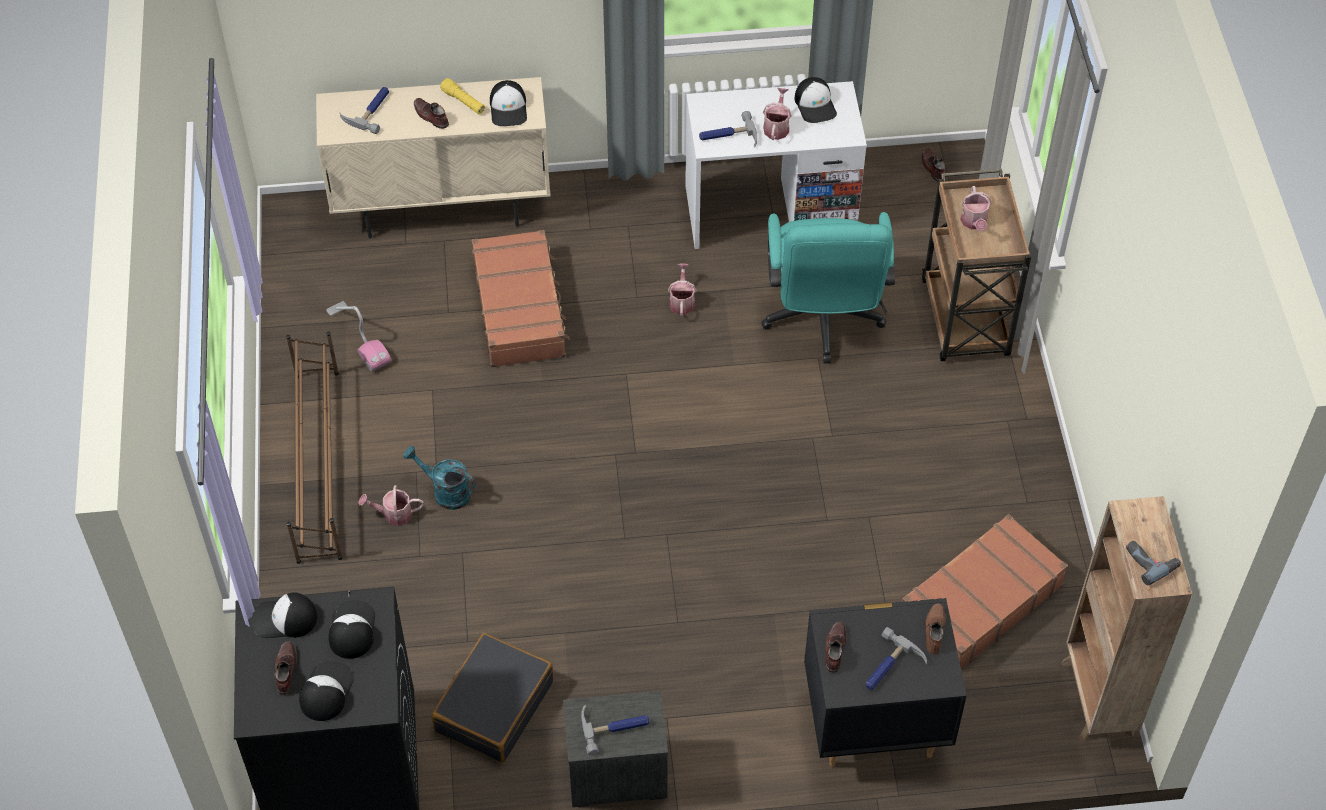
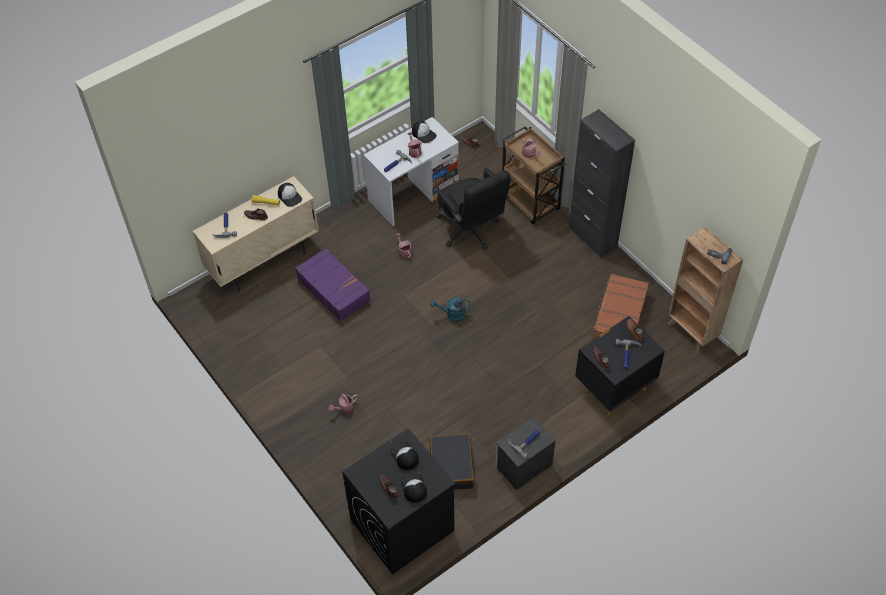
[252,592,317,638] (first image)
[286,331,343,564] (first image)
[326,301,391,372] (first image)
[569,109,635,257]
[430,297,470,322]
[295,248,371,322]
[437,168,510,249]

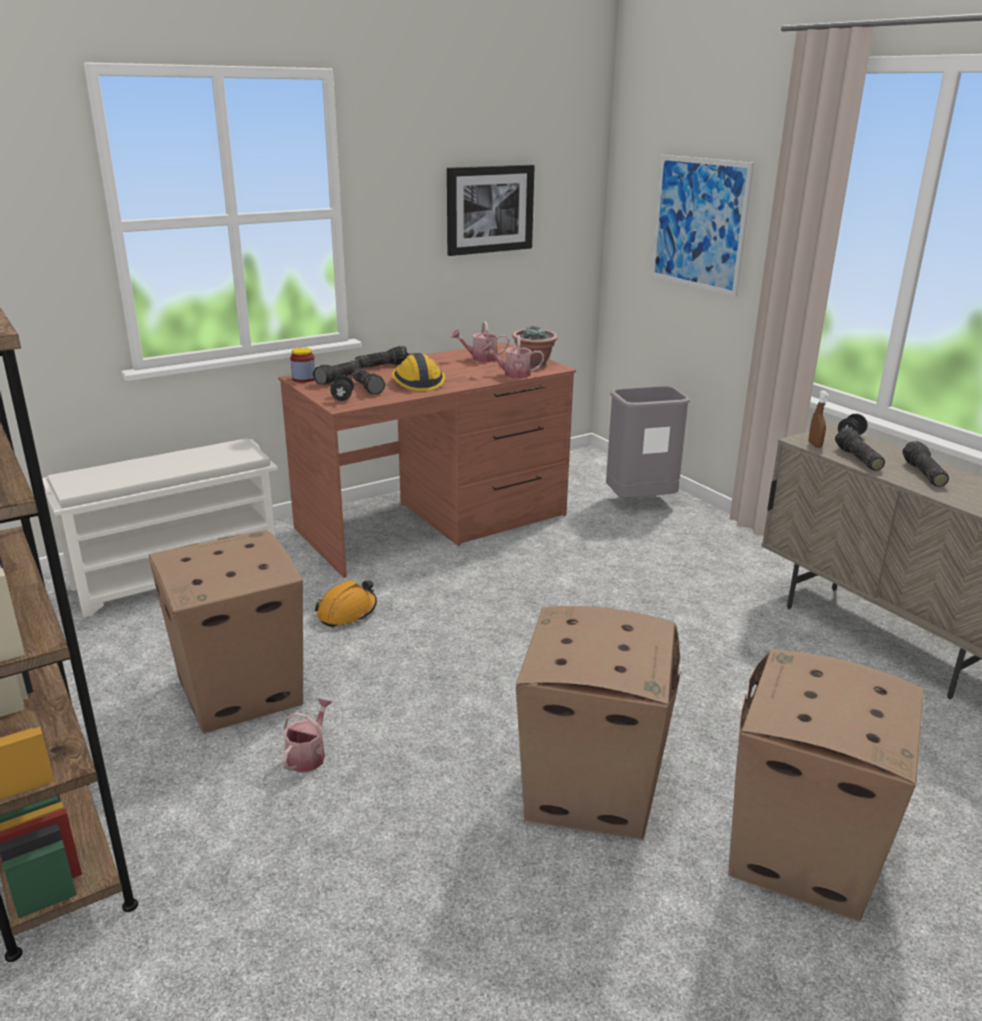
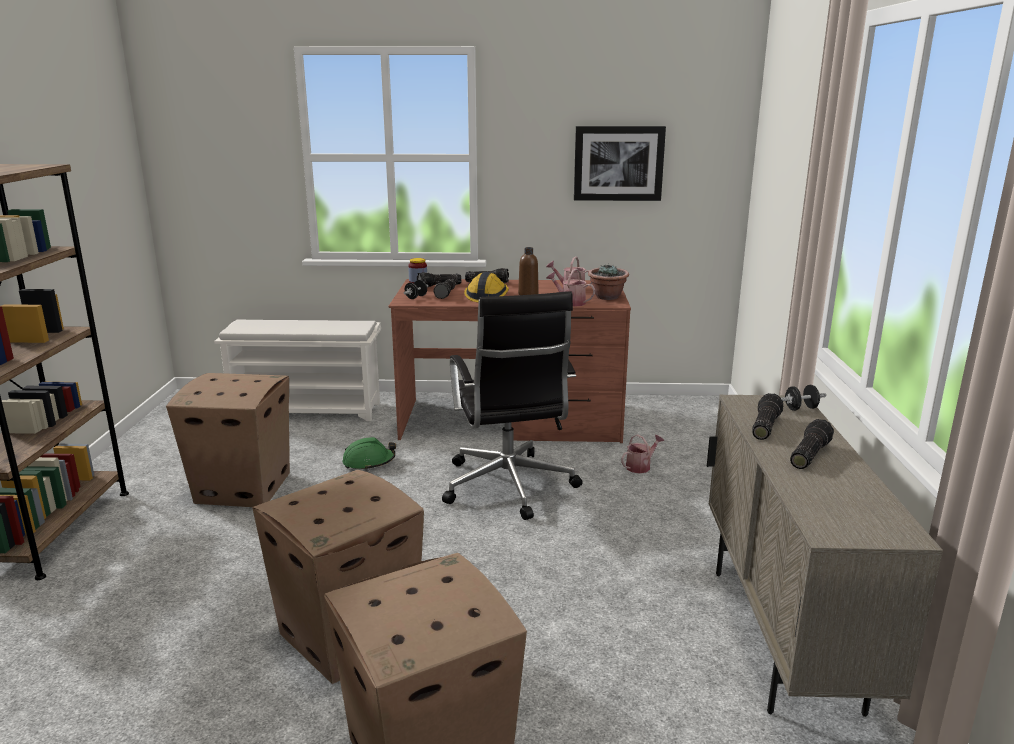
[606,386,690,498] (first image)
[651,155,754,297] (first image)
[808,390,829,448] (first image)
[442,291,583,520]
[518,247,539,295]
[621,434,664,473]
[342,437,396,470]

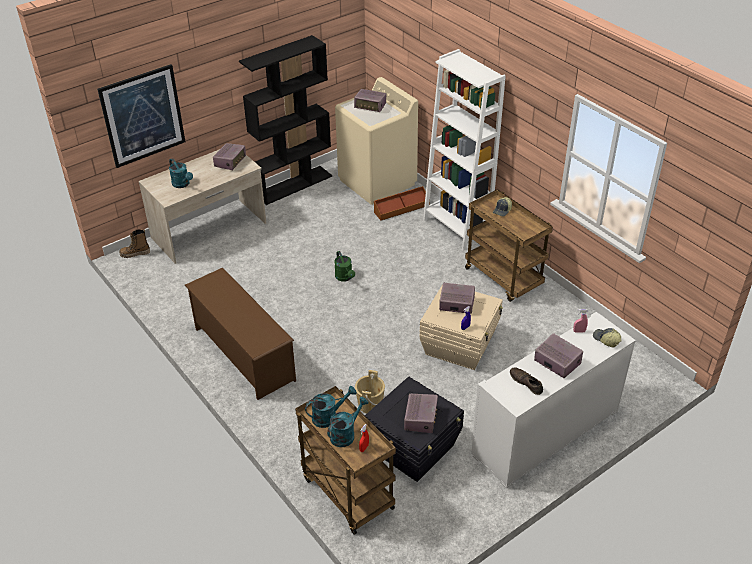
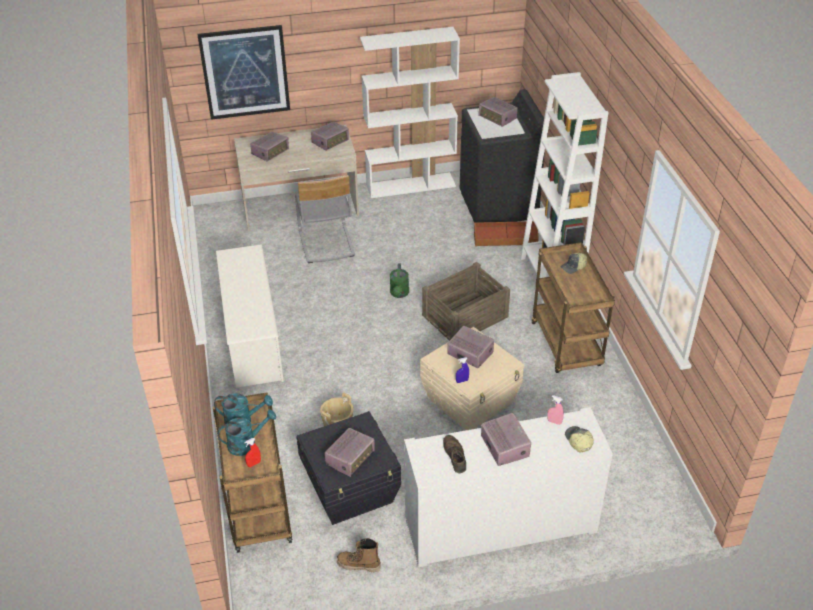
[295,175,355,263]
[422,262,510,341]
[337,538,381,573]
[250,132,289,162]
[216,245,284,388]
[360,27,460,198]
[460,89,545,223]

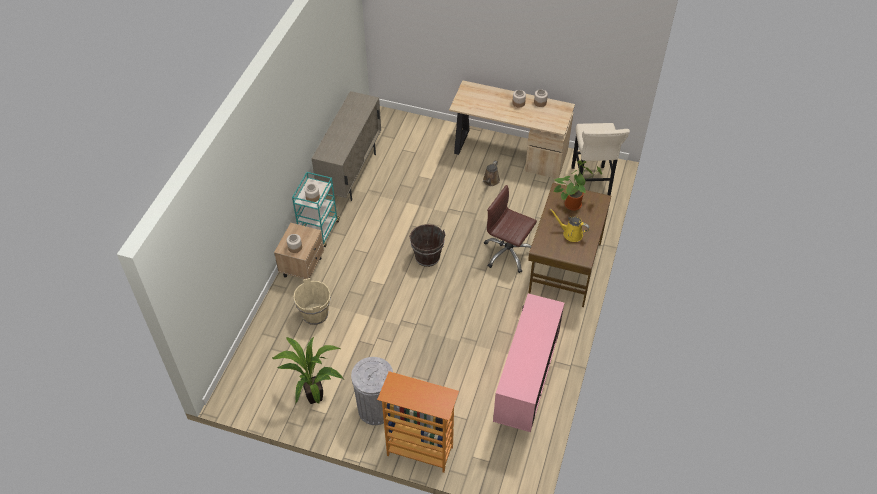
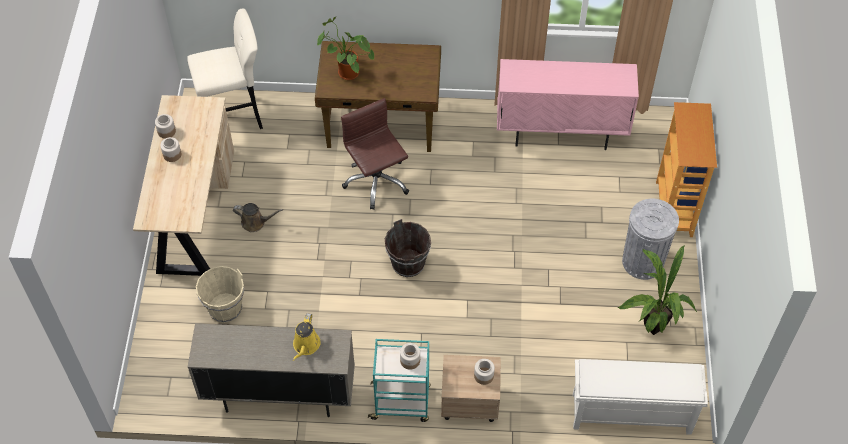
[573,359,708,435]
[196,266,244,322]
[292,313,321,361]
[341,98,409,210]

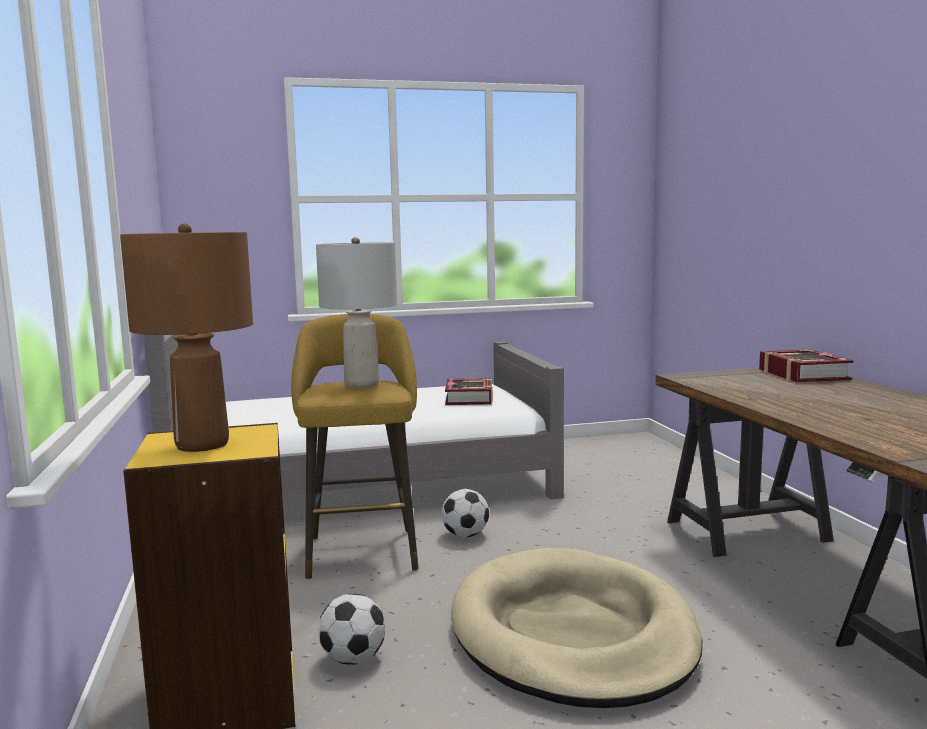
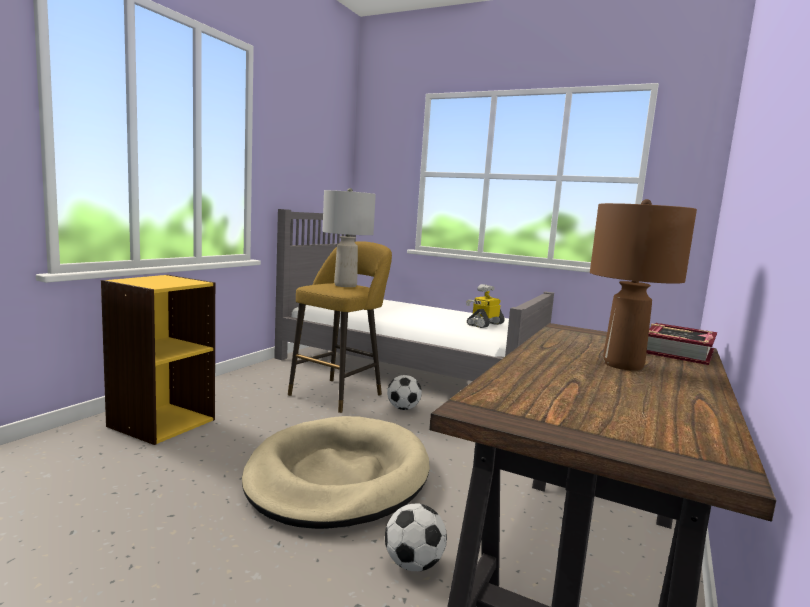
[590,199,697,371]
[385,504,447,571]
[466,284,505,328]

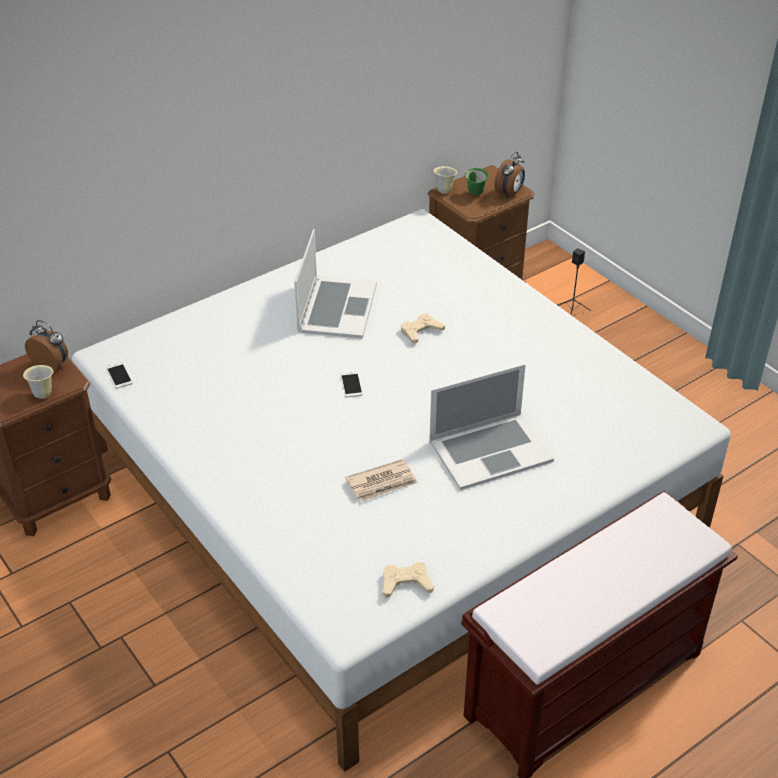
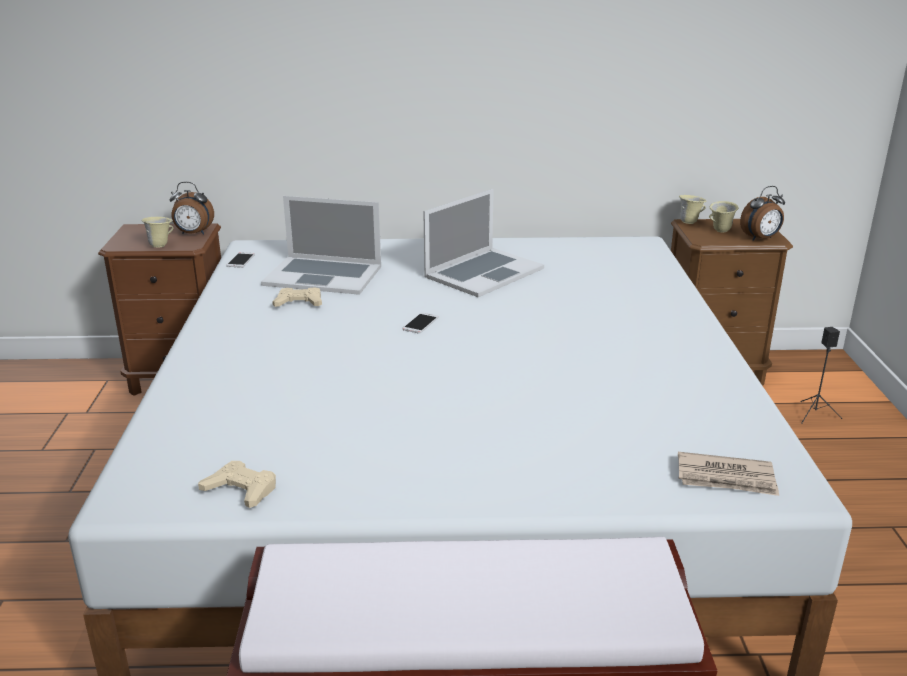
[678,452,779,496]
[272,287,322,307]
[261,196,381,295]
[709,201,739,233]
[170,182,214,235]

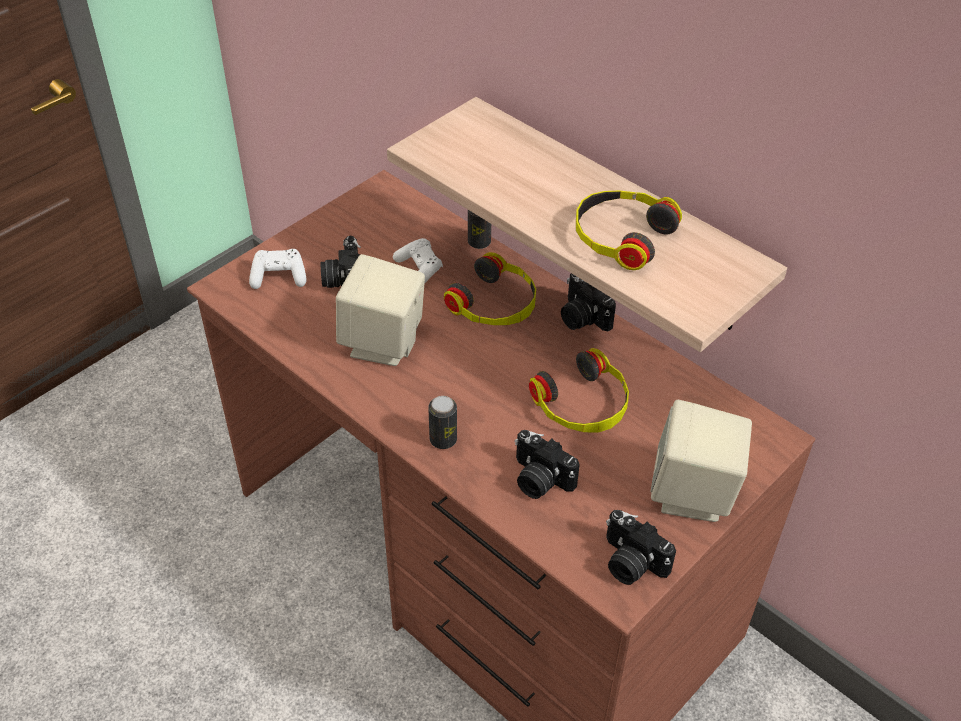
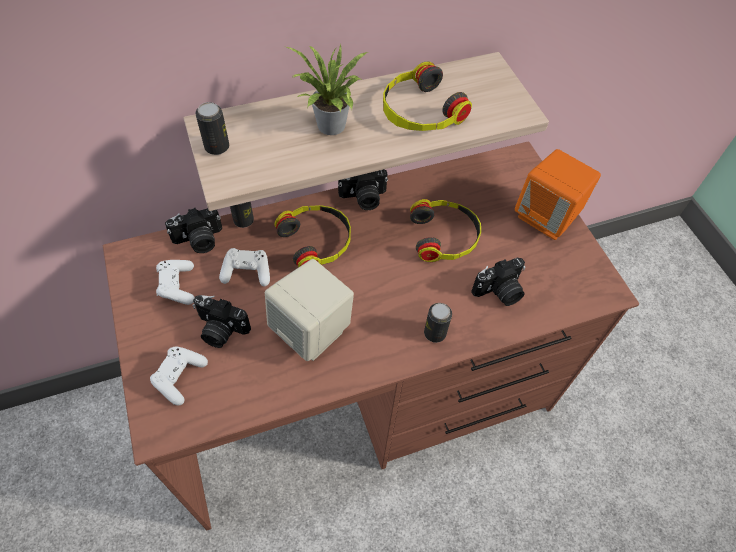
[156,260,195,305]
[195,102,229,155]
[287,44,367,135]
[165,208,222,253]
[515,149,601,240]

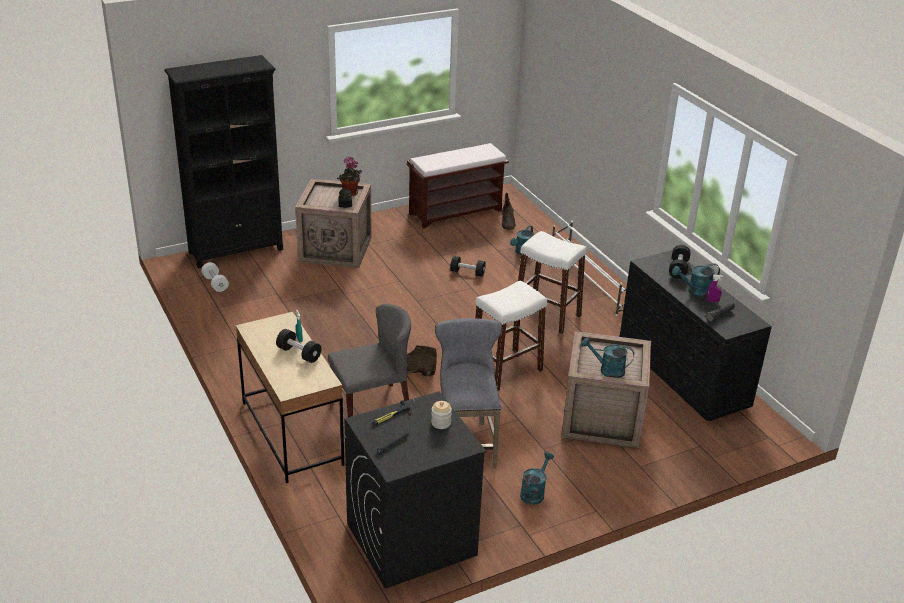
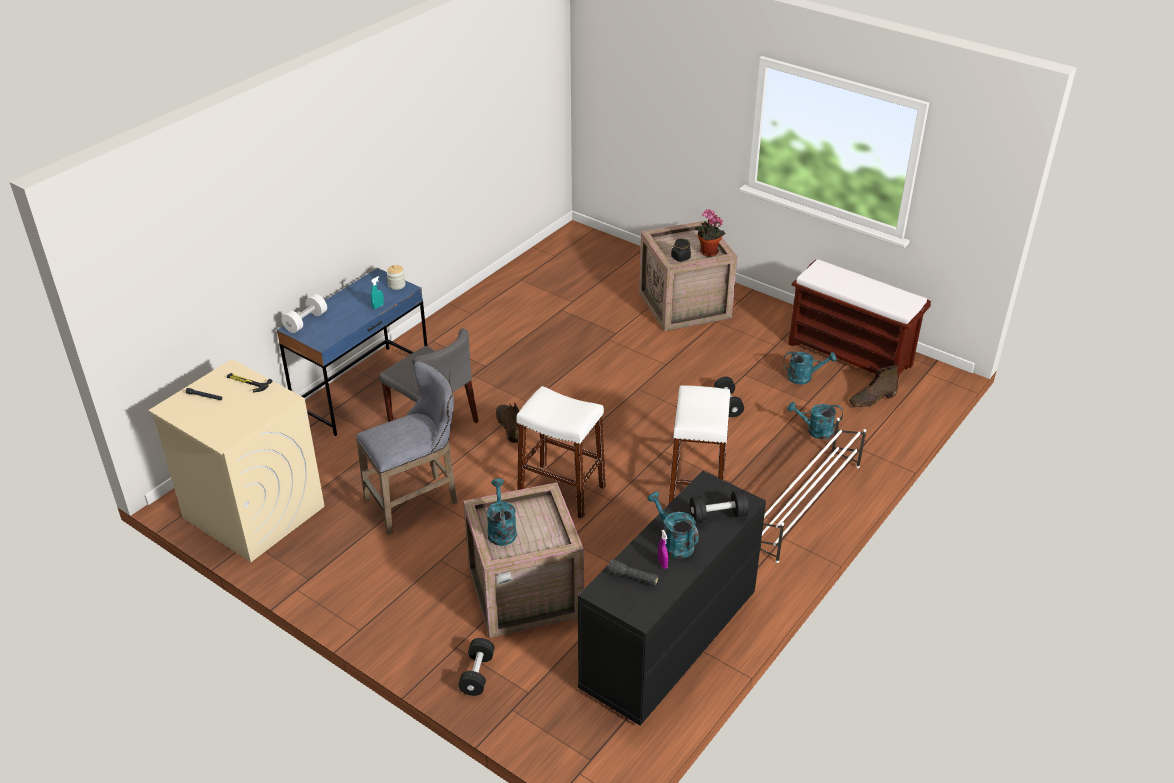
[164,55,283,268] (first image)
[281,294,327,333]
[458,638,495,696]
[387,265,406,290]
[783,351,837,384]
[277,268,427,436]
[148,359,324,562]

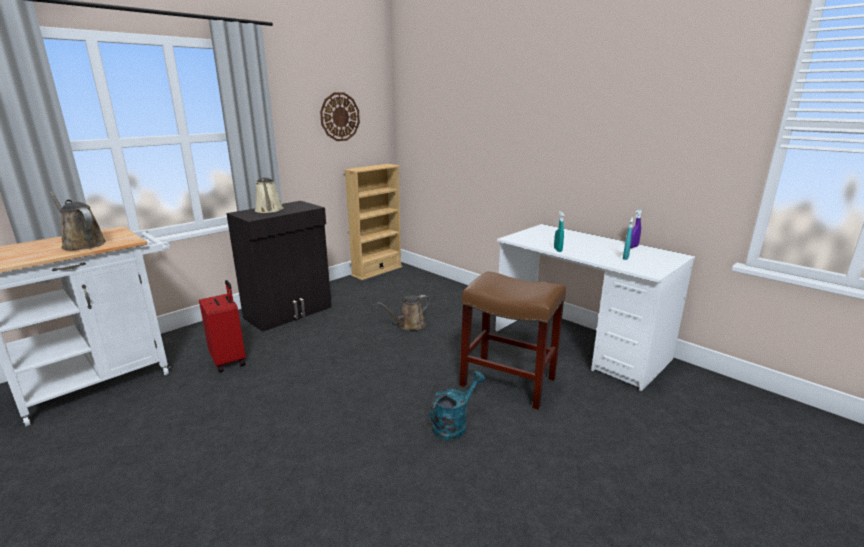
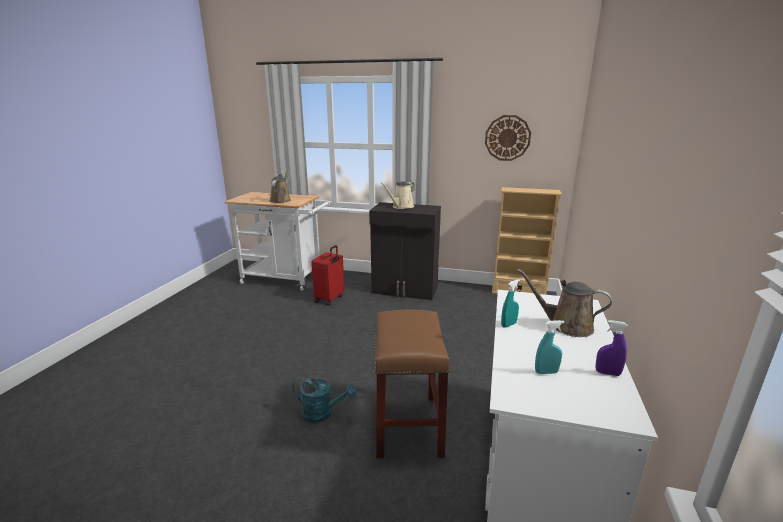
[517,269,612,337]

